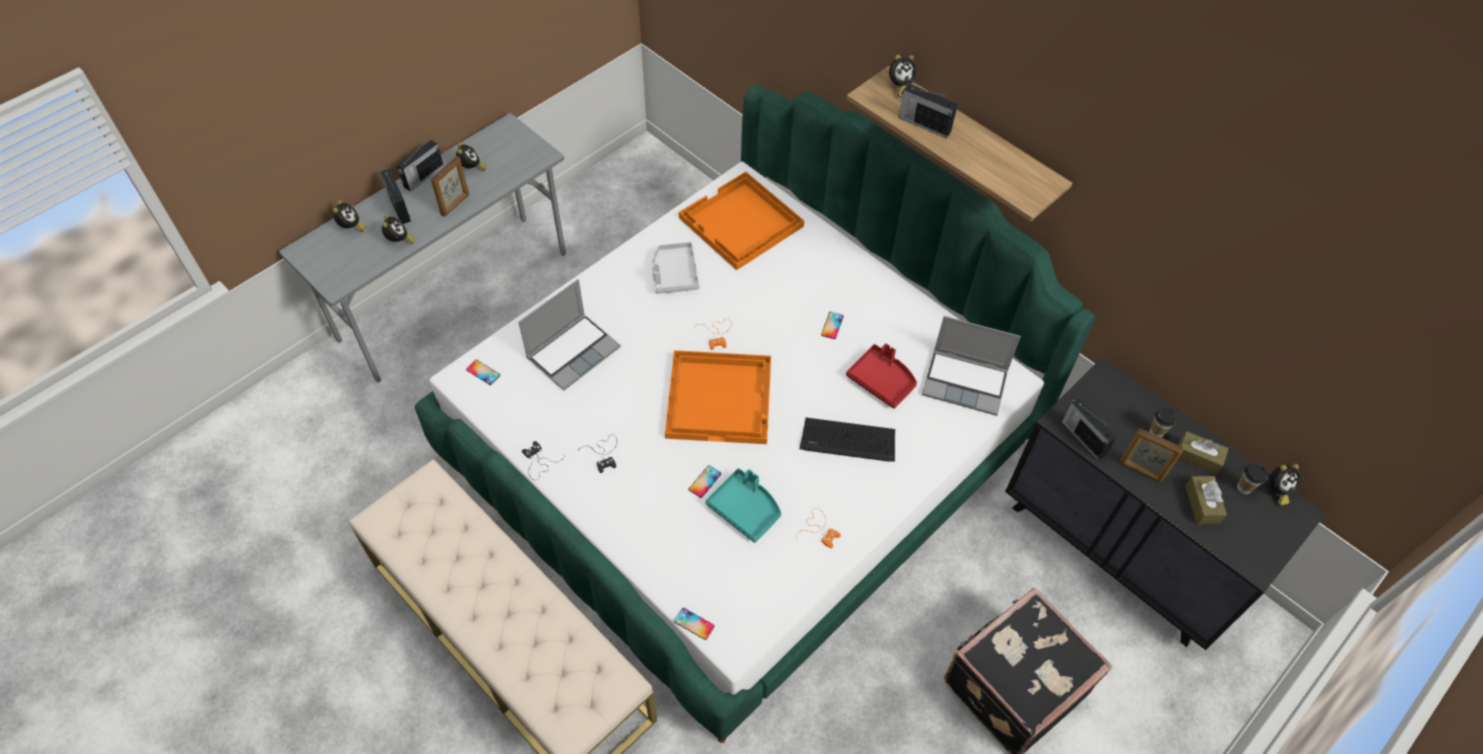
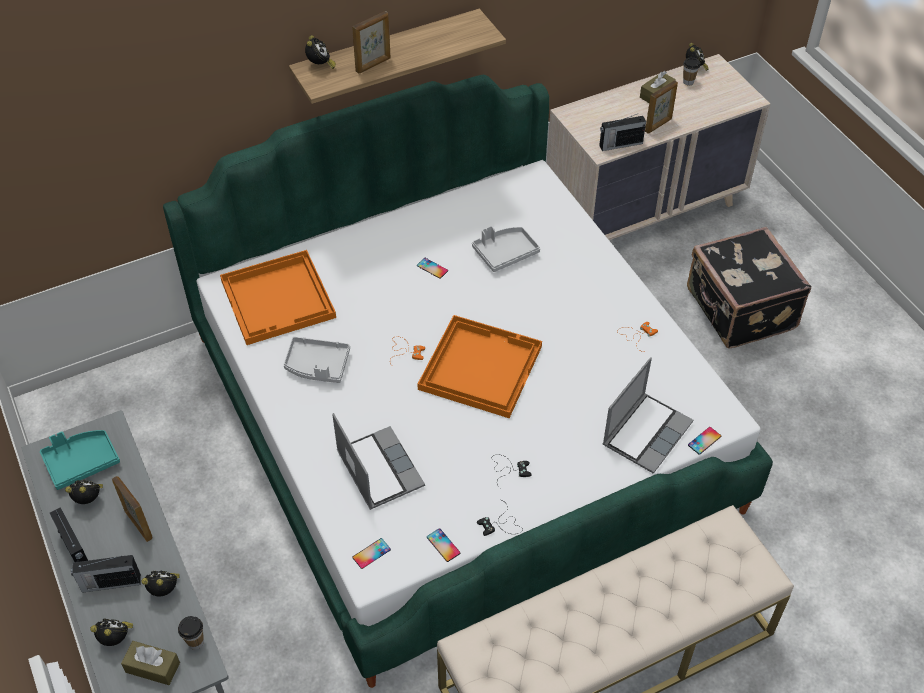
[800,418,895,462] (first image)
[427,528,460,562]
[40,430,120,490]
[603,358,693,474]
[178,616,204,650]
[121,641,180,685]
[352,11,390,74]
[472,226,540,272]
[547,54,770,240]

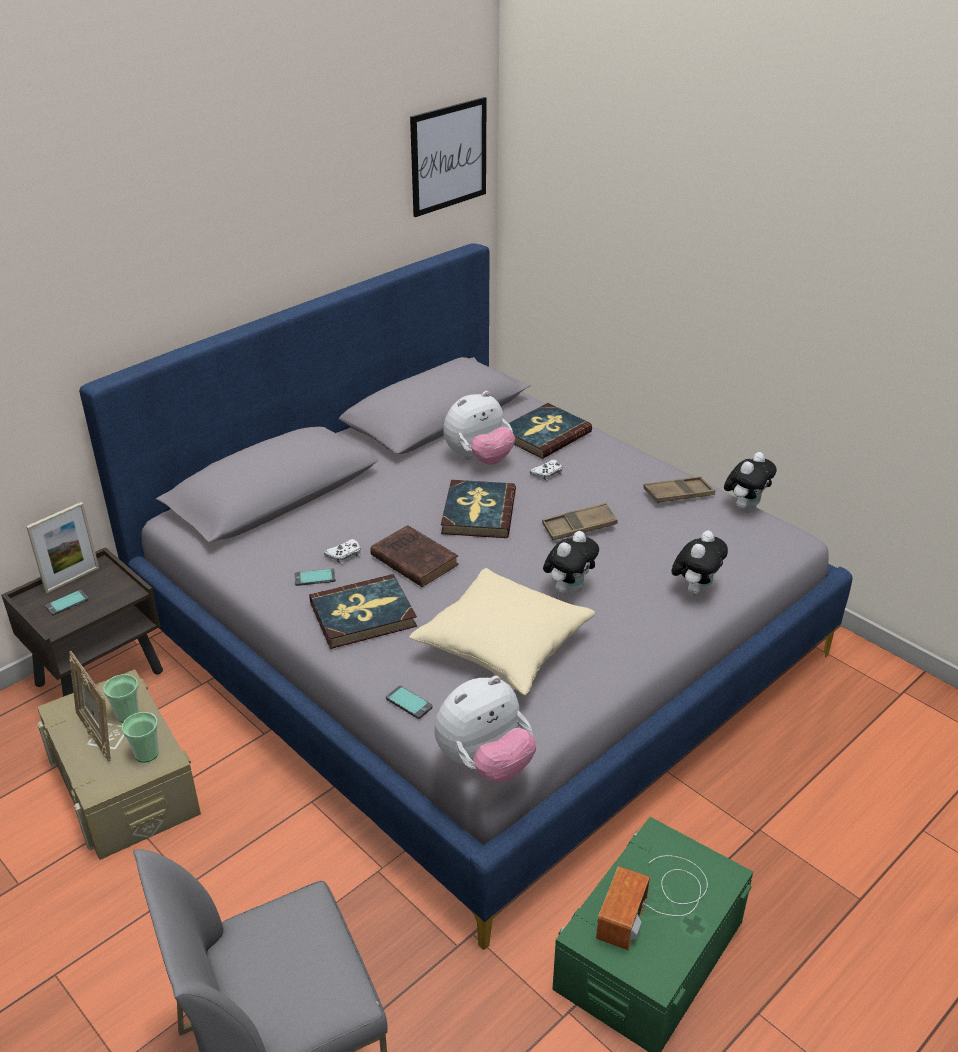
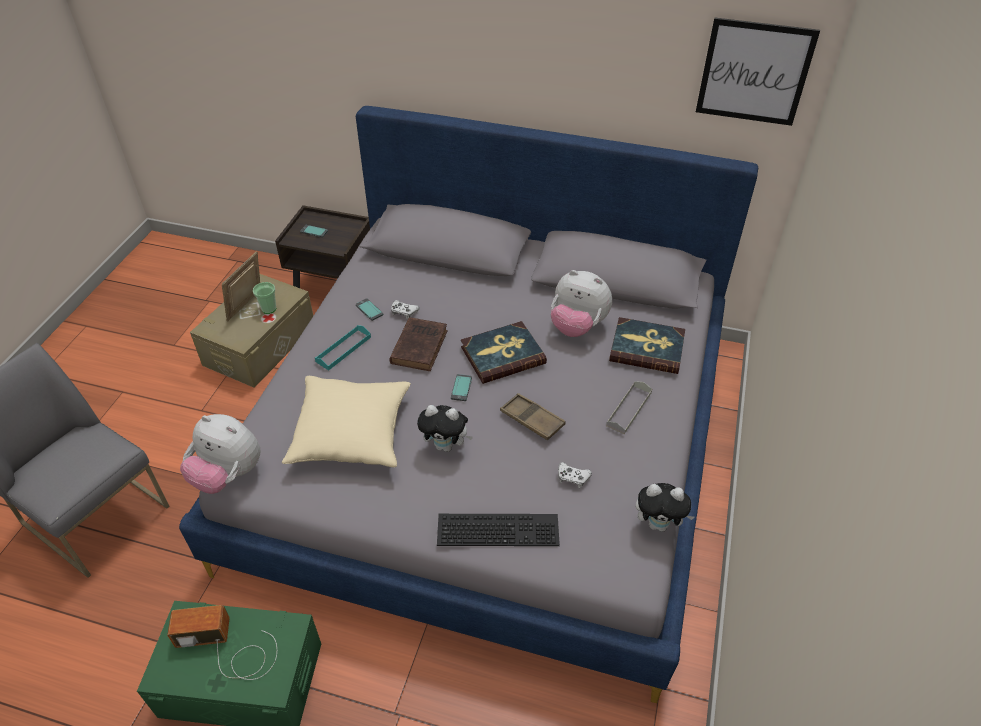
[26,502,99,593] (first image)
[122,712,159,763] (first image)
[643,476,715,503] (first image)
[606,381,652,434]
[451,374,472,401]
[558,462,592,488]
[315,325,371,370]
[437,514,560,546]

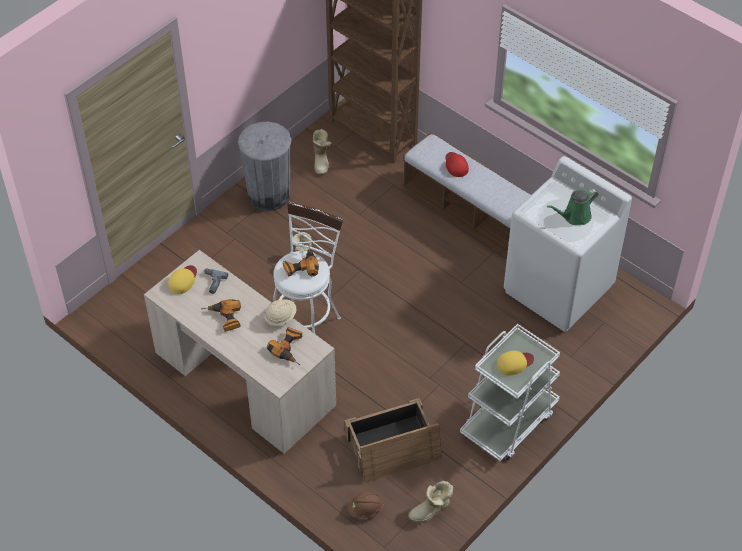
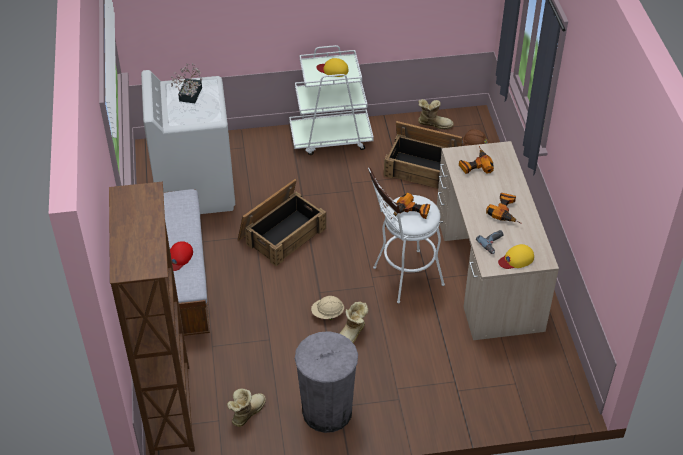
[238,179,326,266]
[311,296,344,320]
[171,63,202,103]

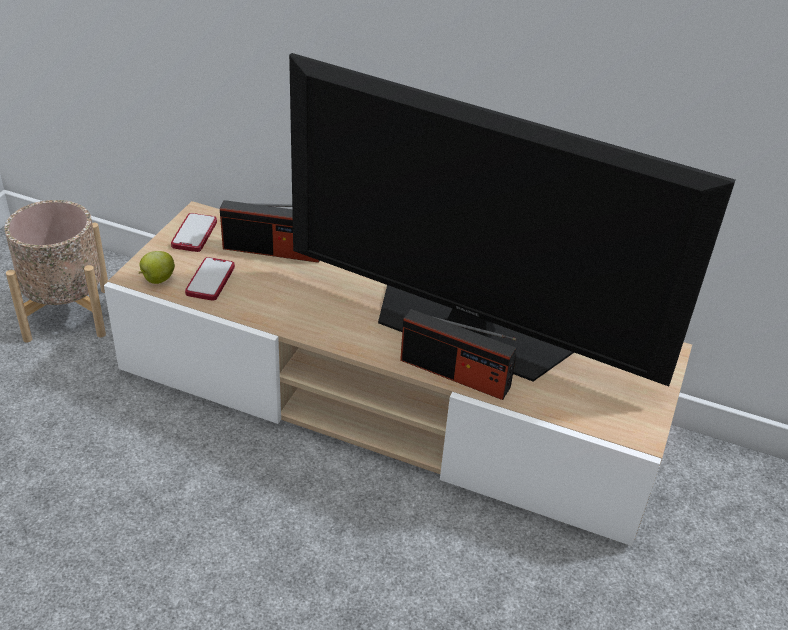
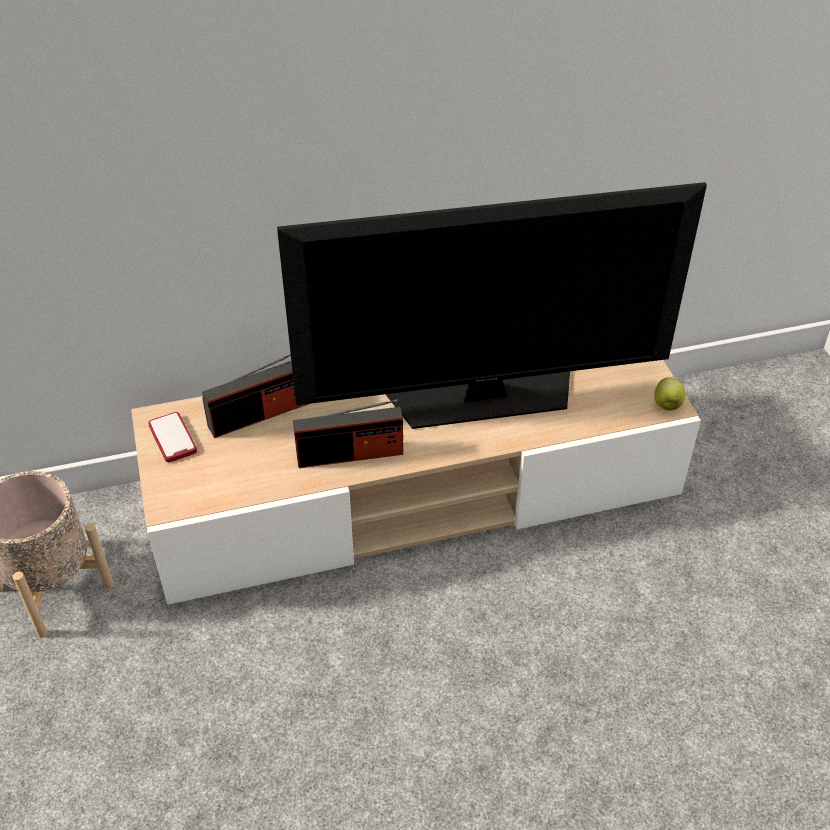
[185,257,235,301] (first image)
[654,377,685,411]
[293,399,403,468]

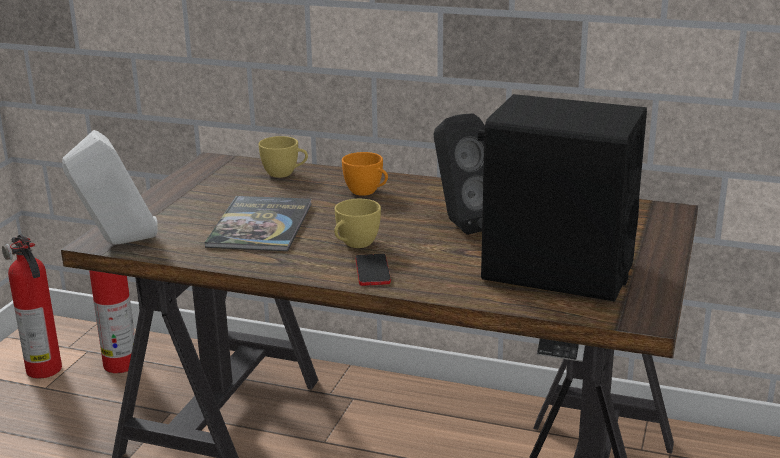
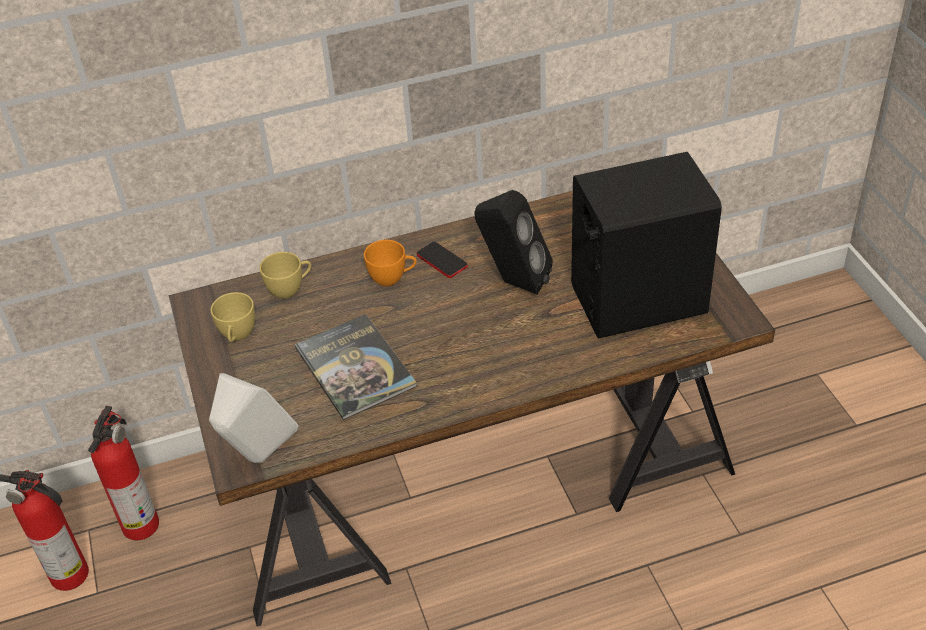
[211,292,255,342]
[417,242,468,278]

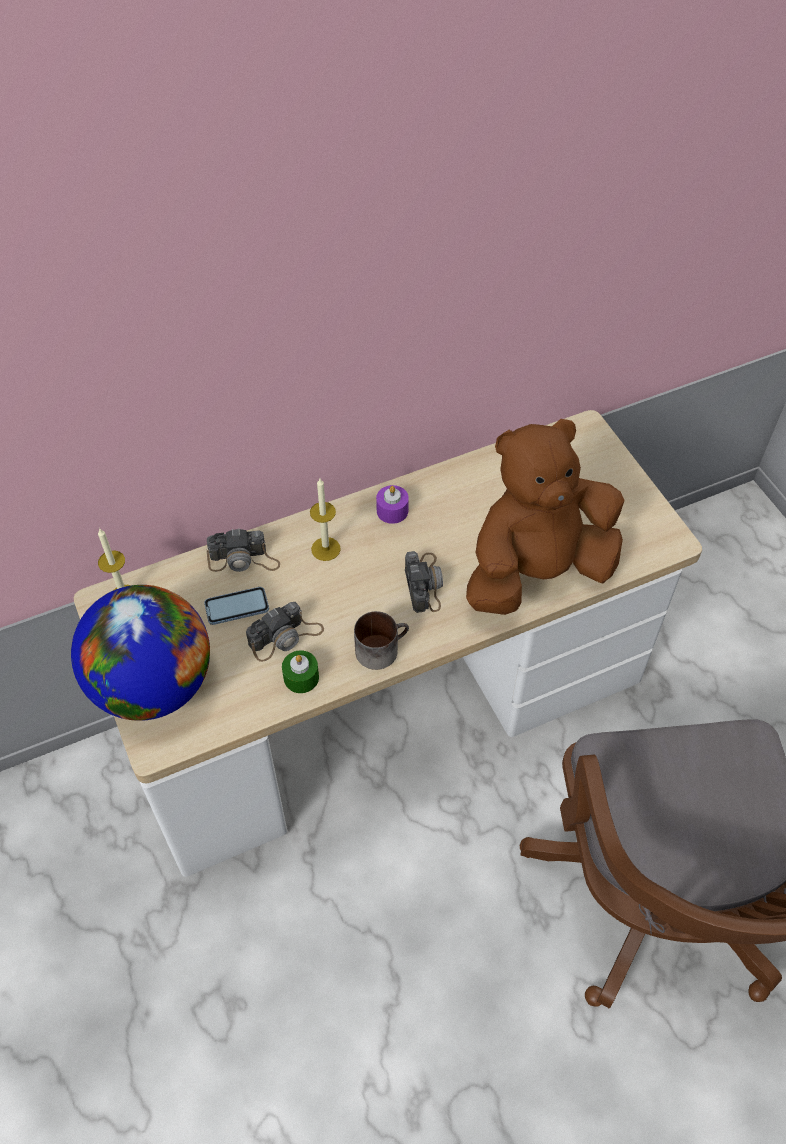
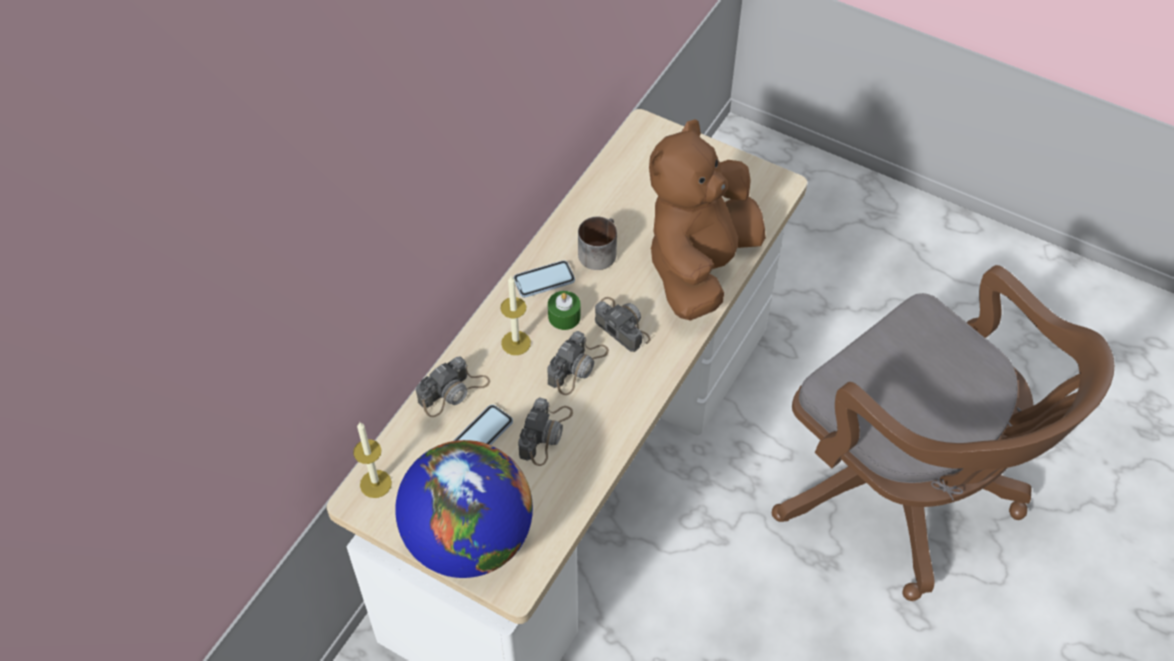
[547,331,609,395]
[548,291,581,330]
[578,217,617,270]
[514,260,575,298]

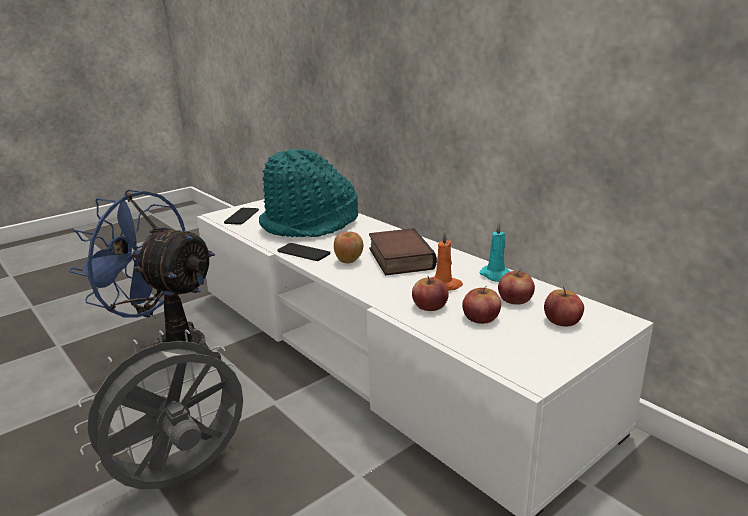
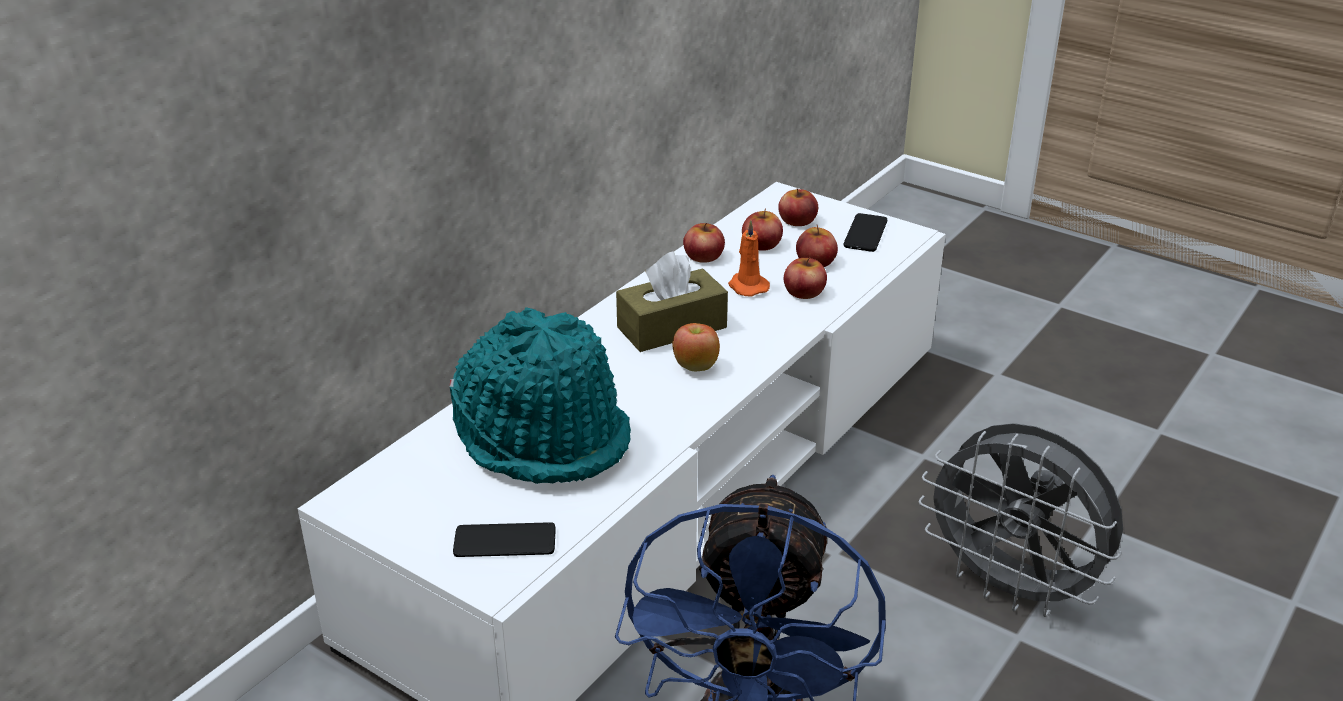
[843,213,887,252]
[616,251,728,352]
[683,223,725,263]

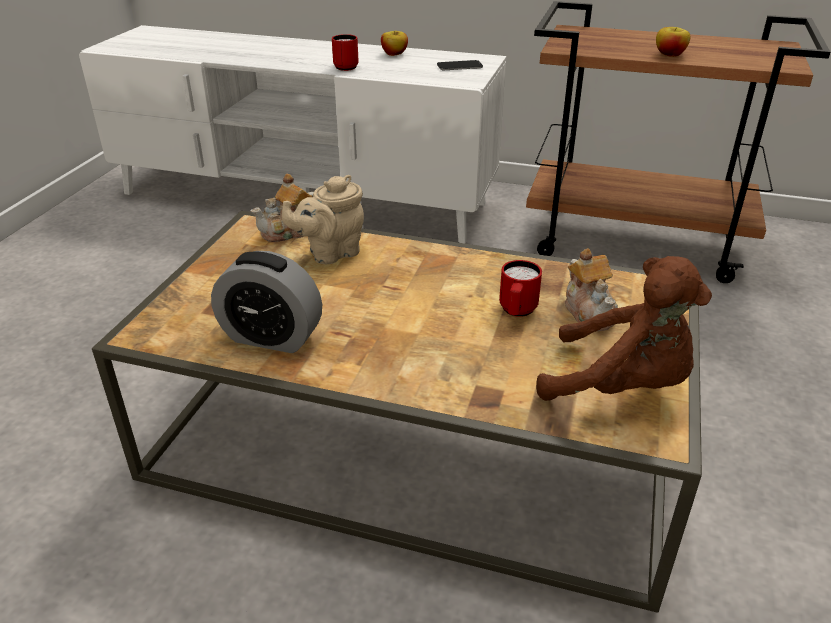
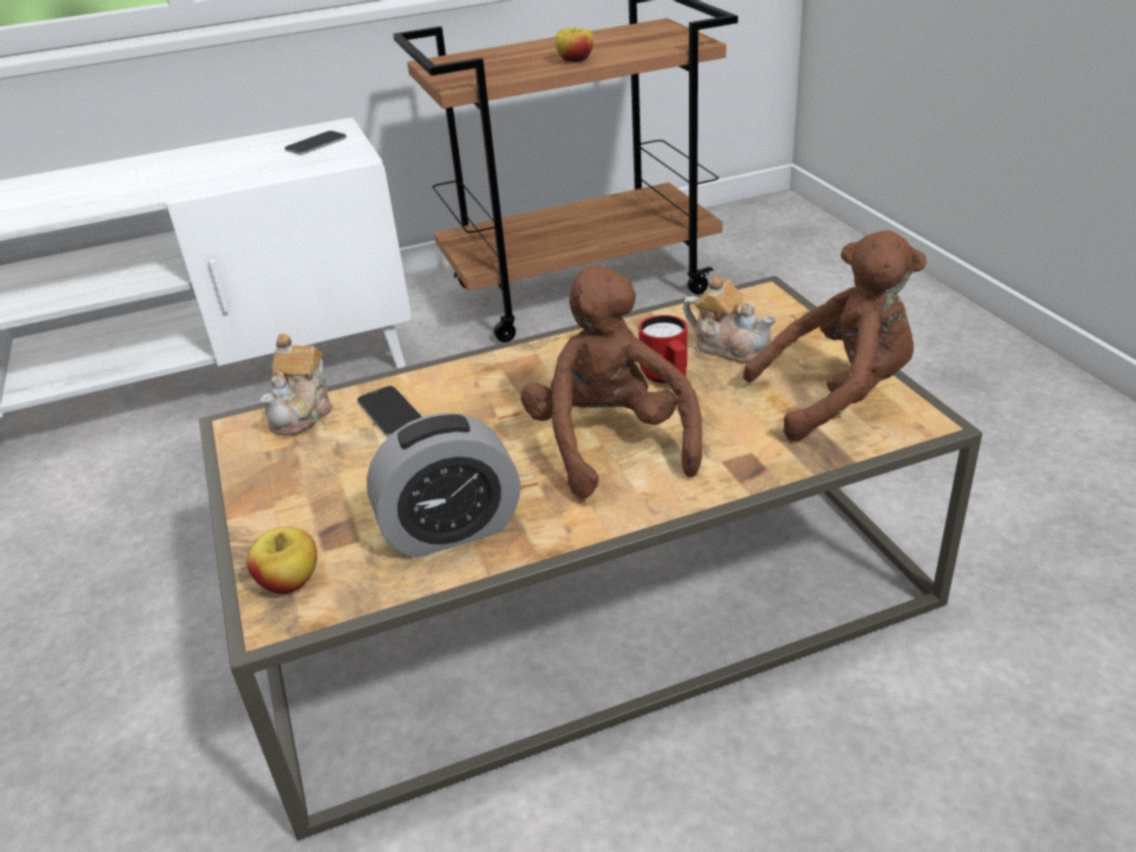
[332,34,359,71] (first image)
[521,265,702,498]
[246,527,317,594]
[357,386,422,436]

